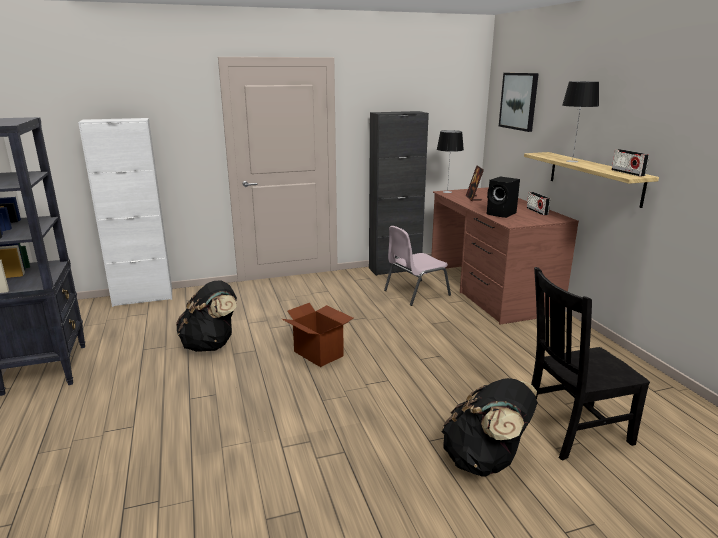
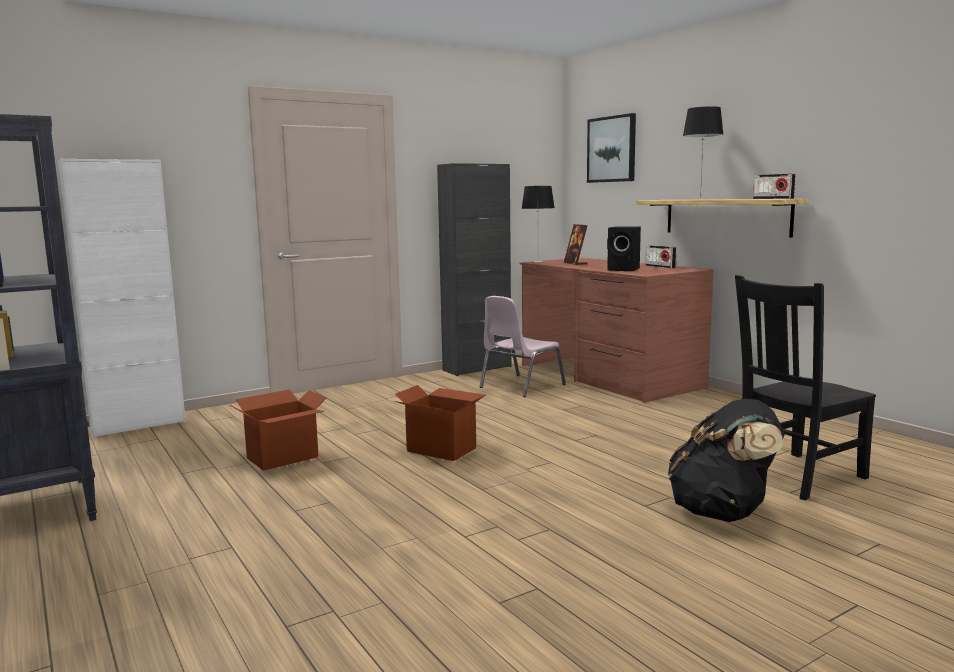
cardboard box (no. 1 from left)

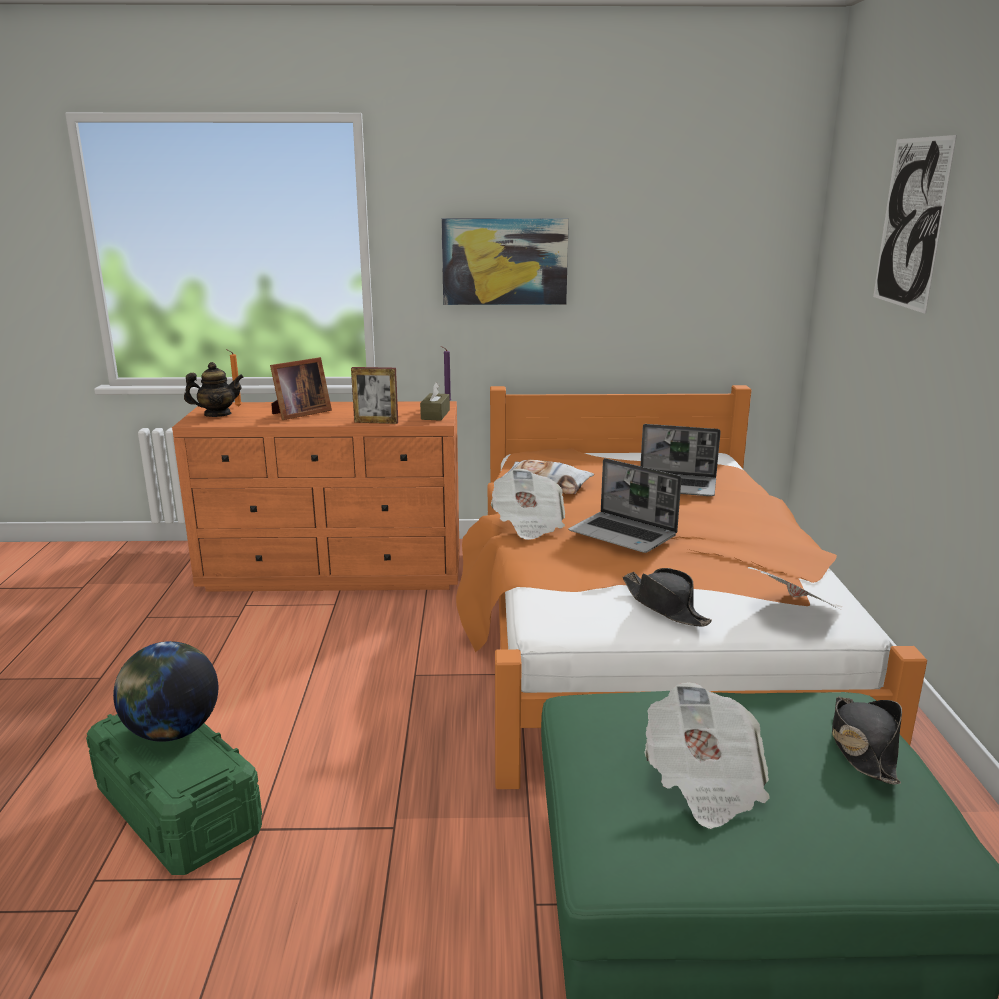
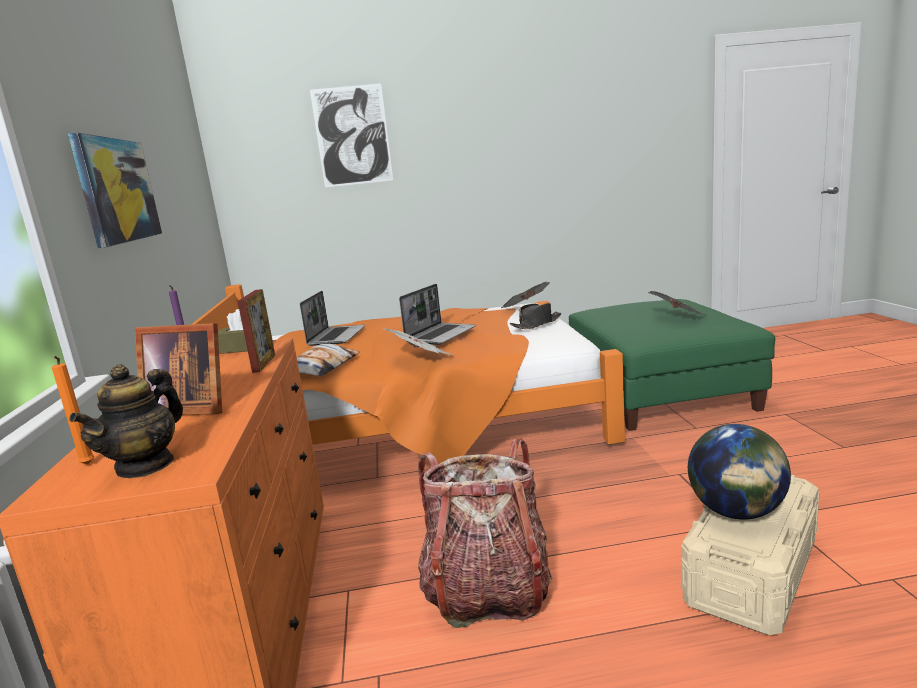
beige storage box
teapot
picture frame (no. 1 from left)
black hat (no. 2 from left in the first image)
backpack

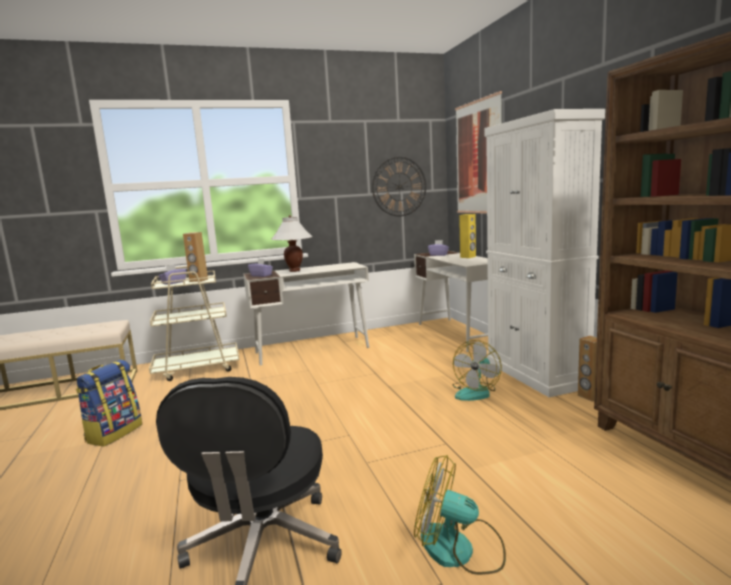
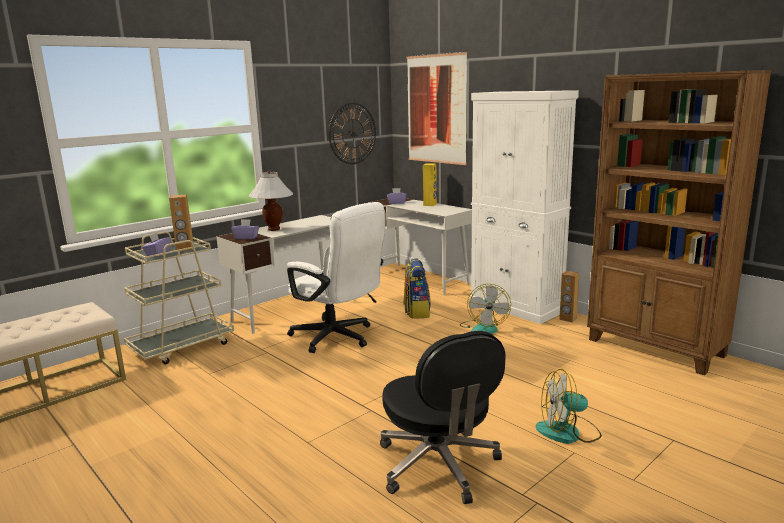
backpack
white office chair

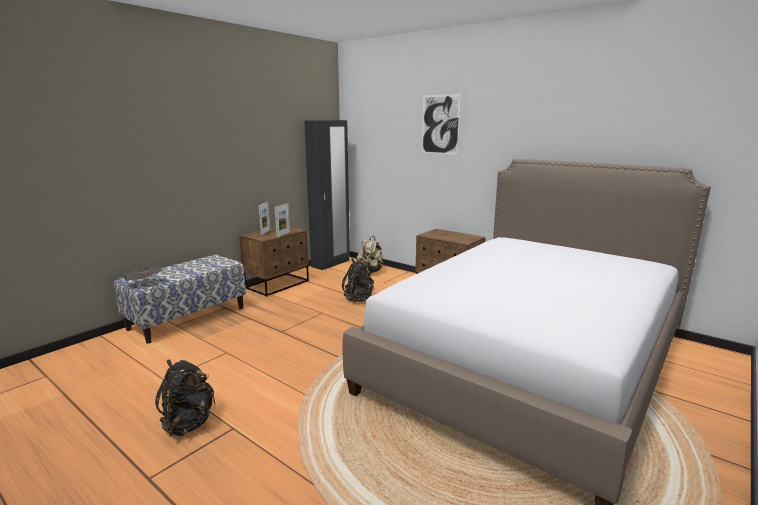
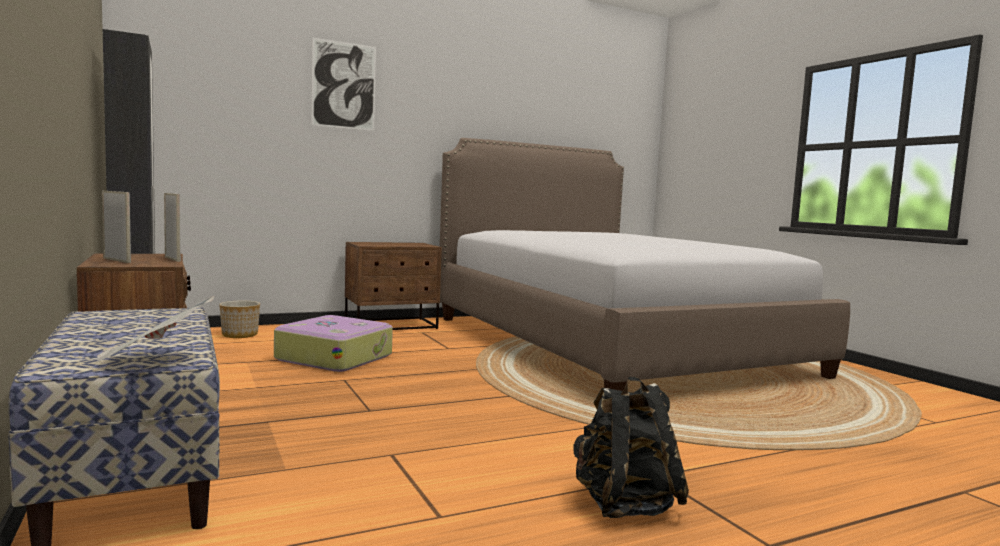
suitcase
planter

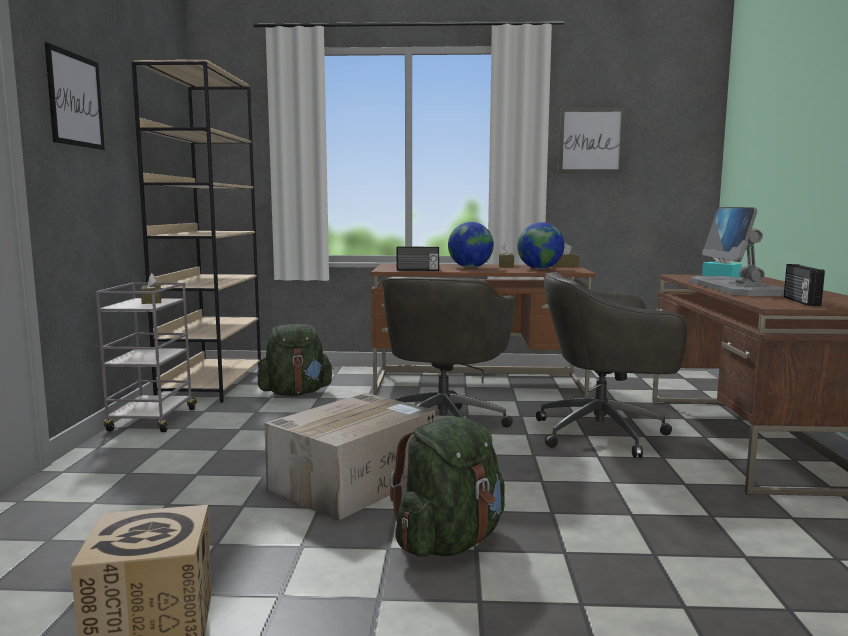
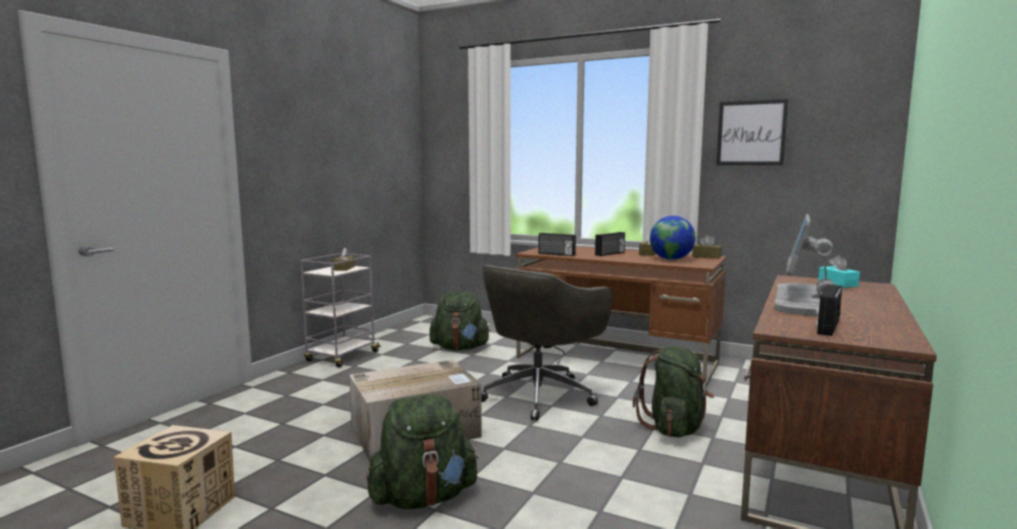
picture (no. 1 from left in the first image)
beige bookcase
radio (no. 2 from left)
green backpack (no. 3 from left)

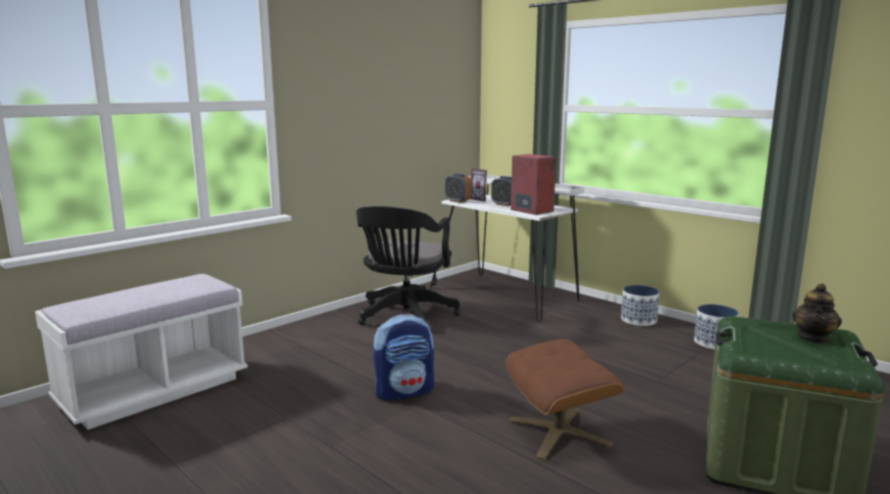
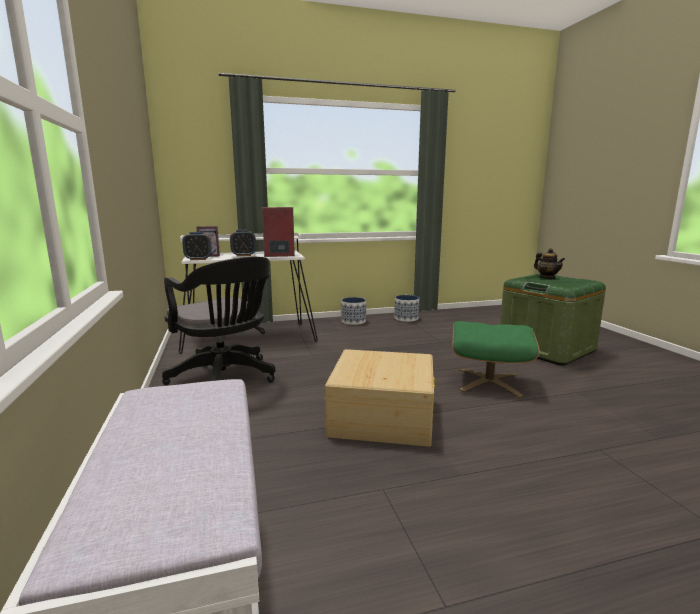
beige storage box
green ottoman

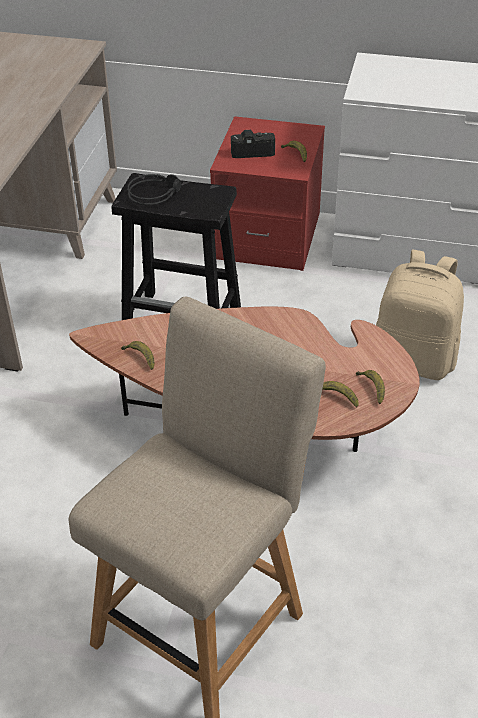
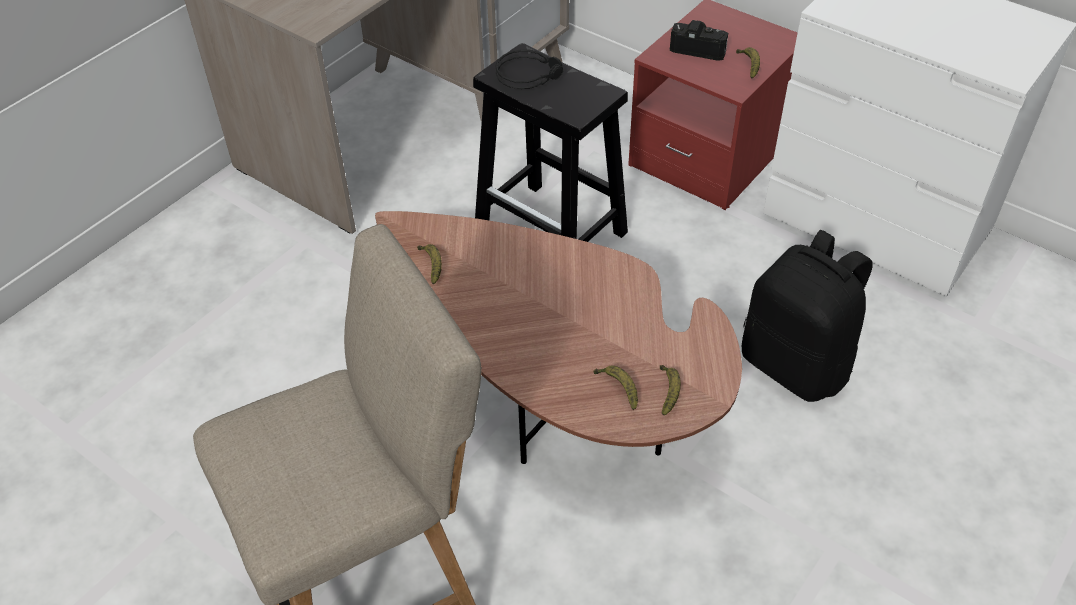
black backpack

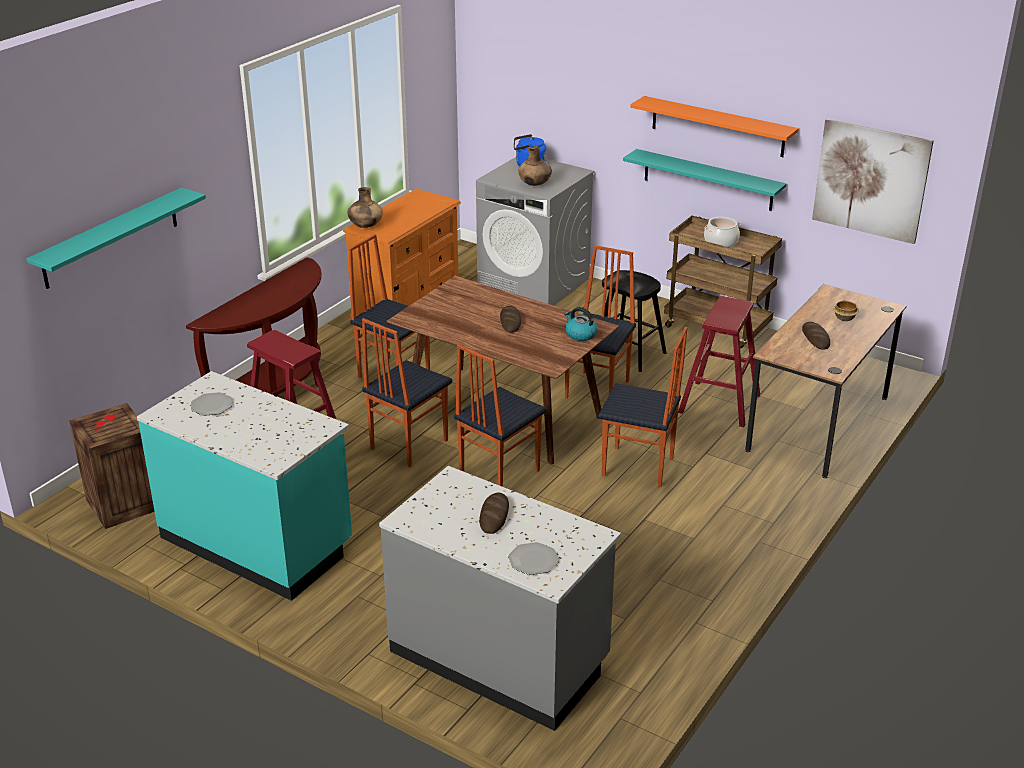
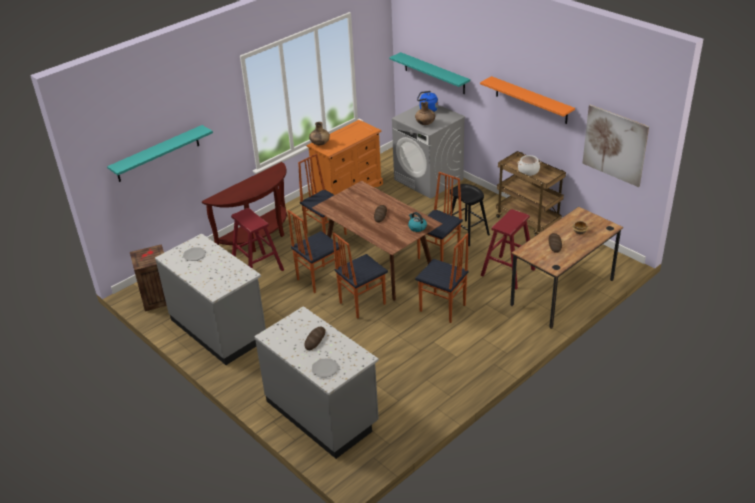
grey counter (no. 1 from left)
turquoise shelf (no. 2 from left)

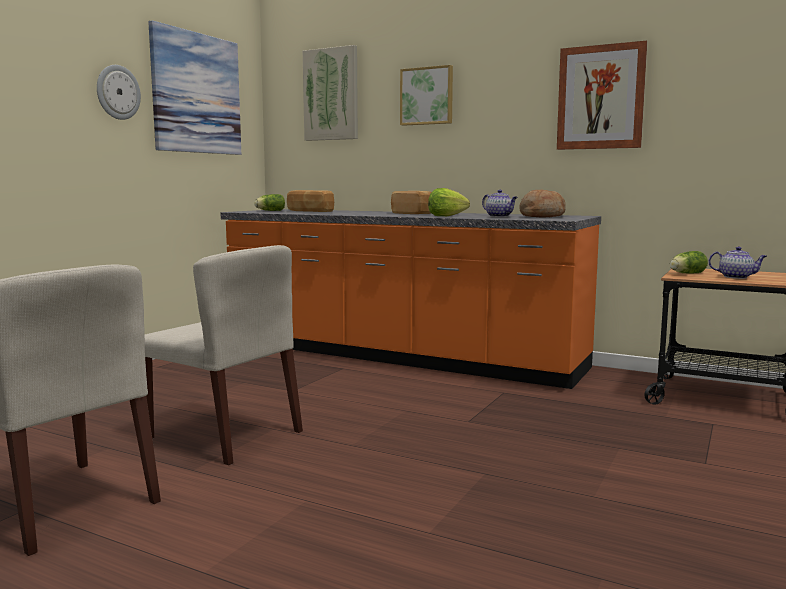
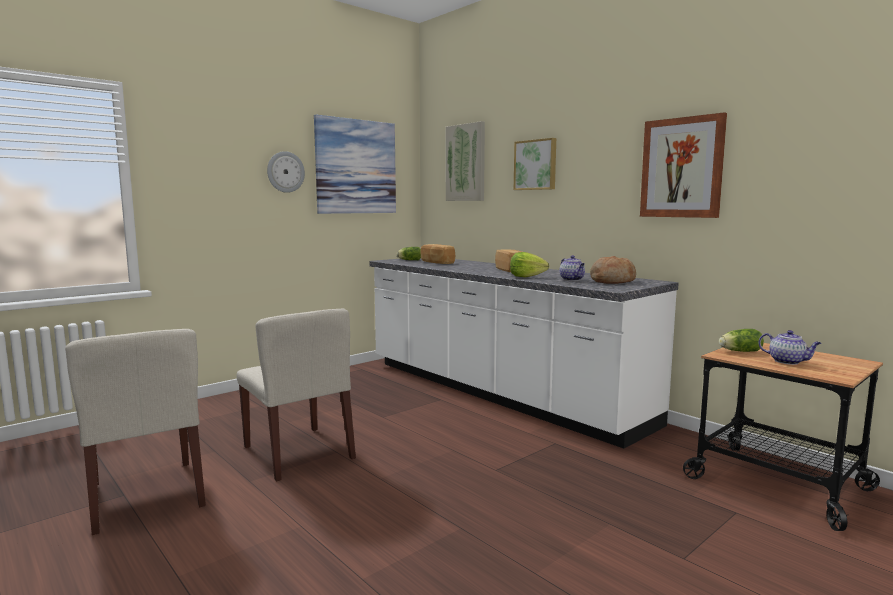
white counter

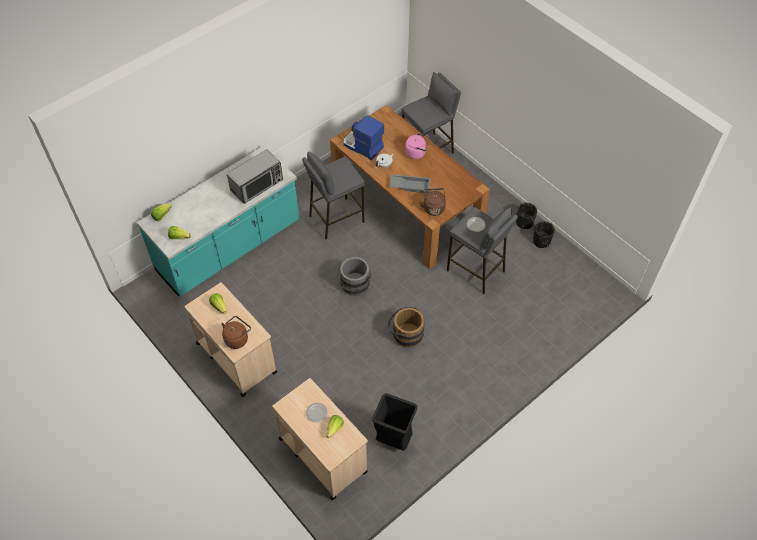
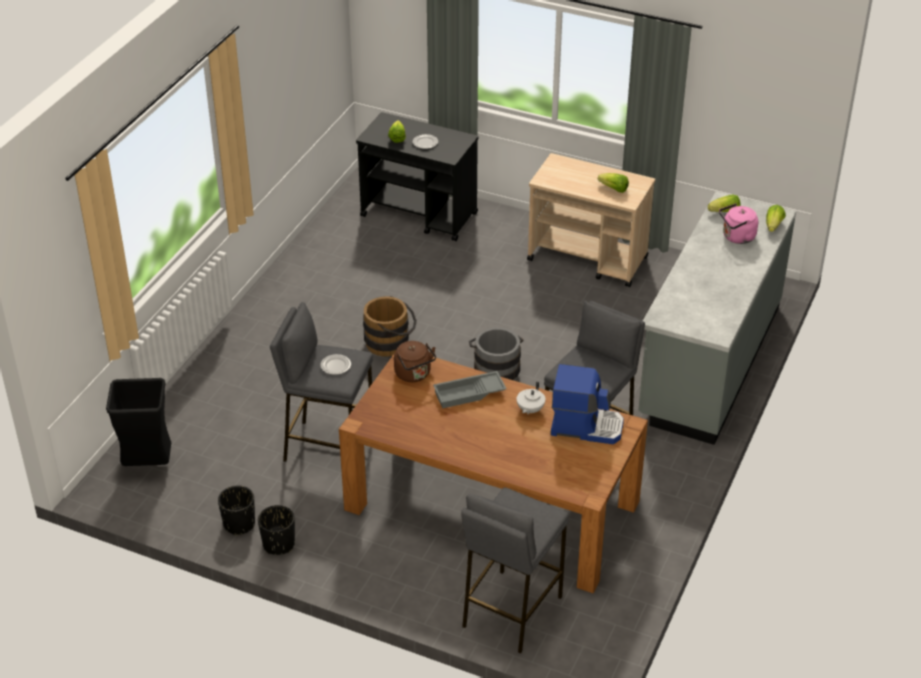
grey counter
brown kettle (no. 1 from left in the first image)
microwave
black cart
black trash can
pink kettle

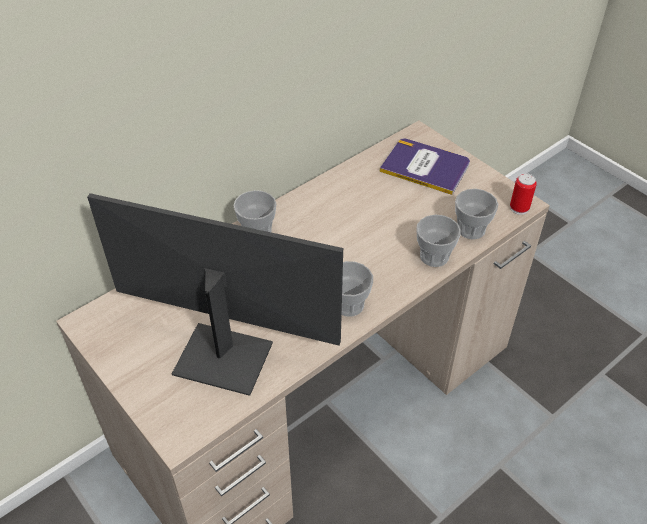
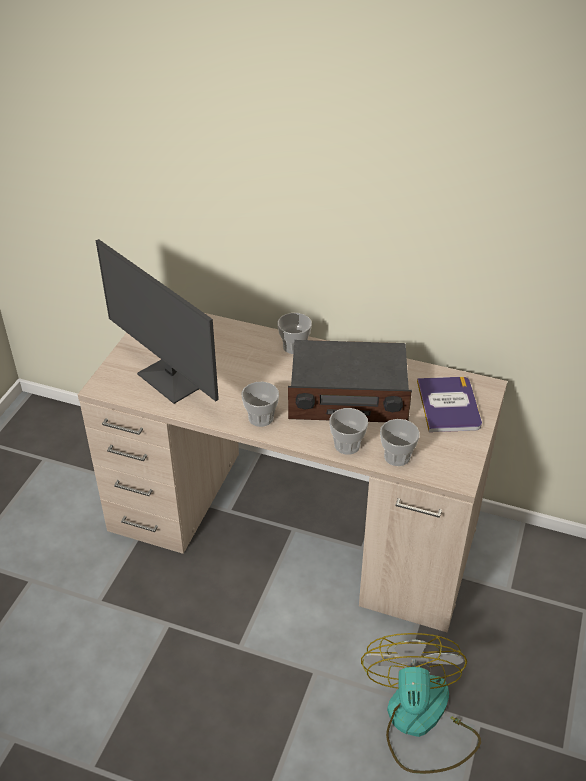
monitor
can
radio
fan

